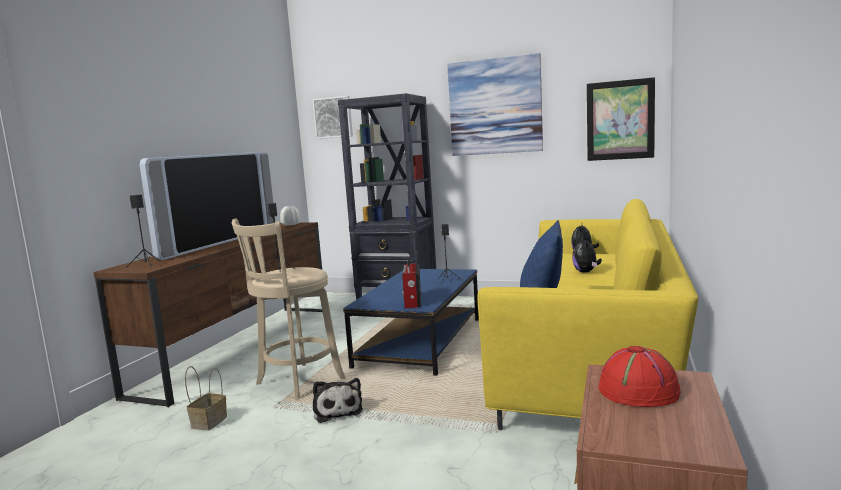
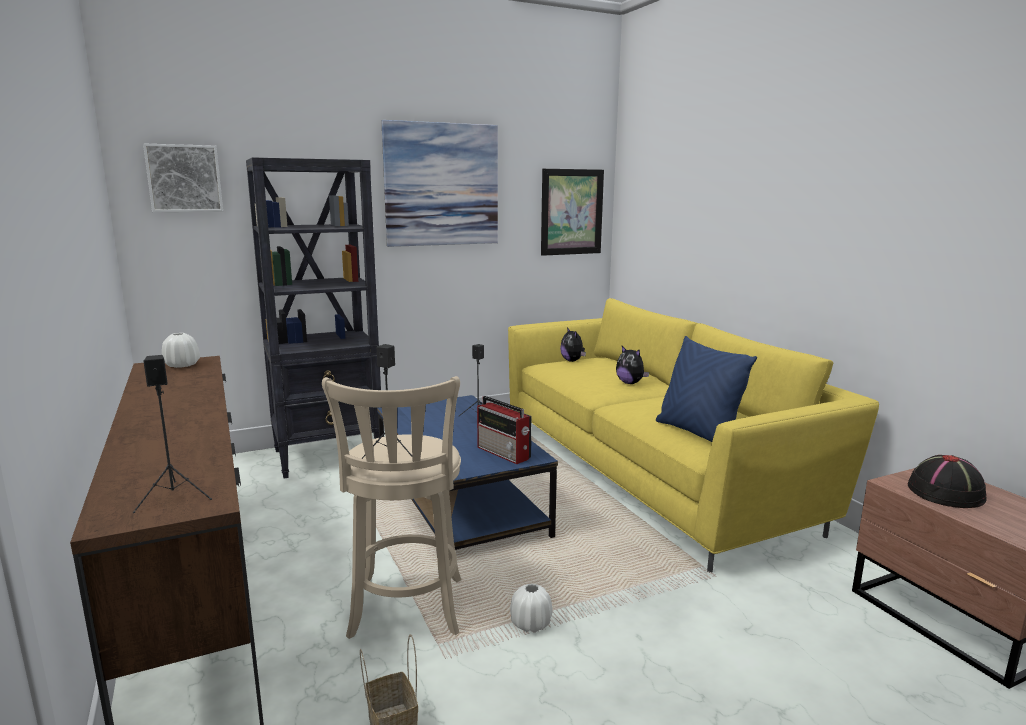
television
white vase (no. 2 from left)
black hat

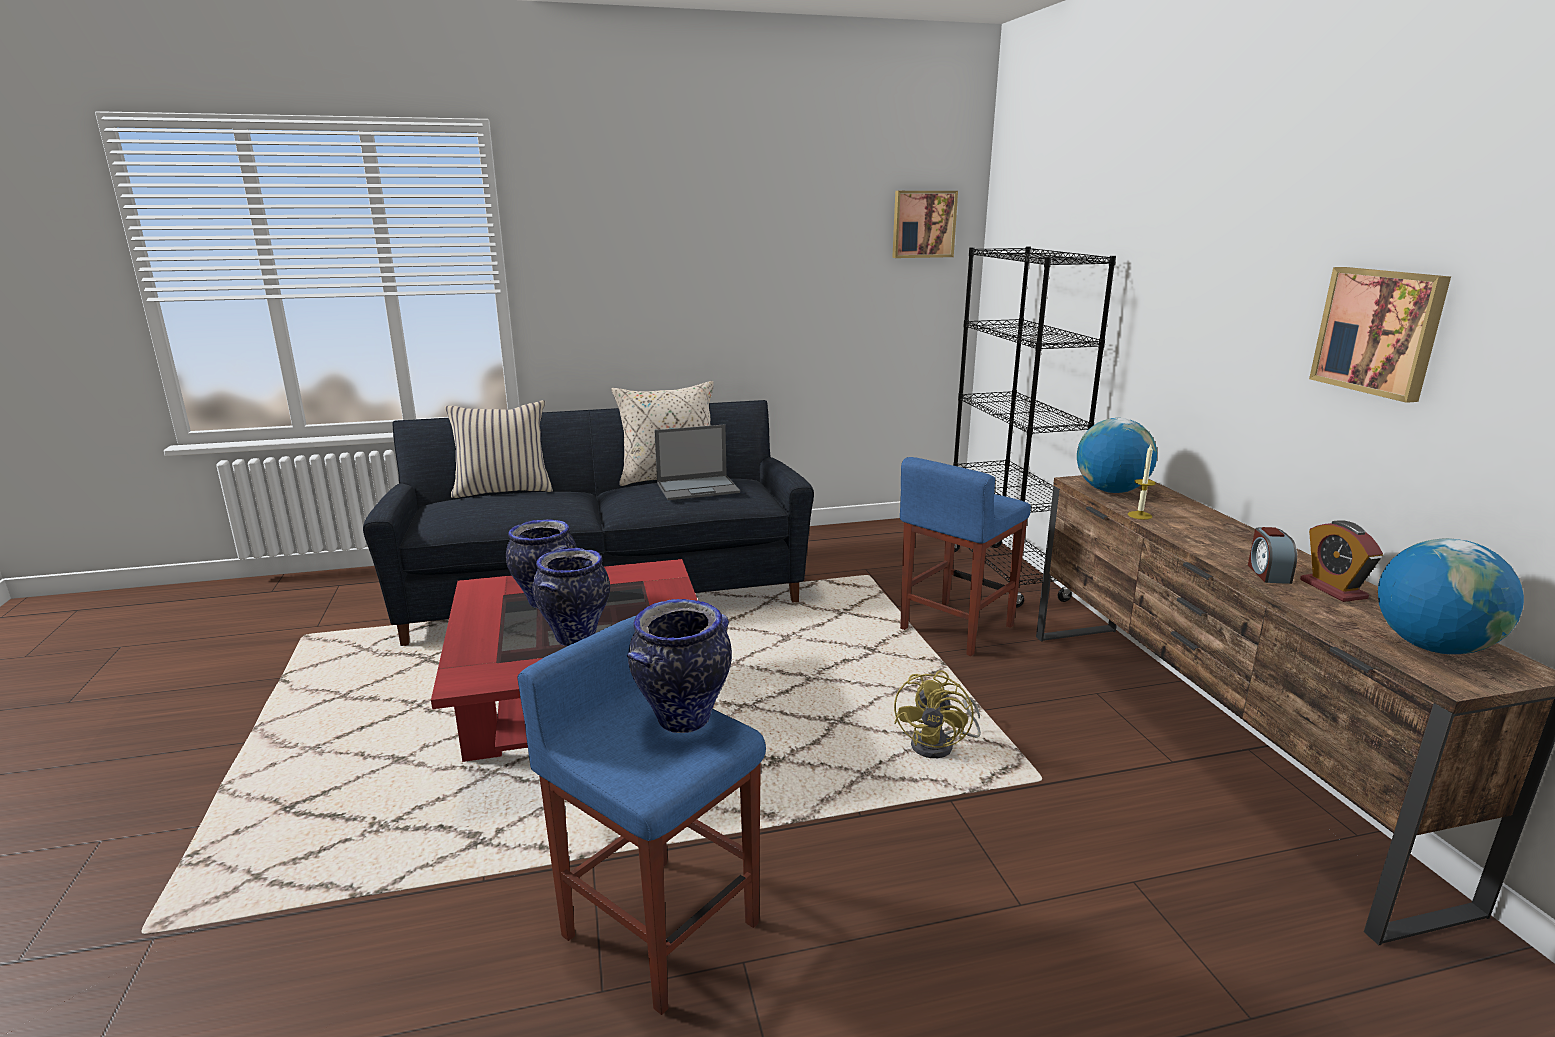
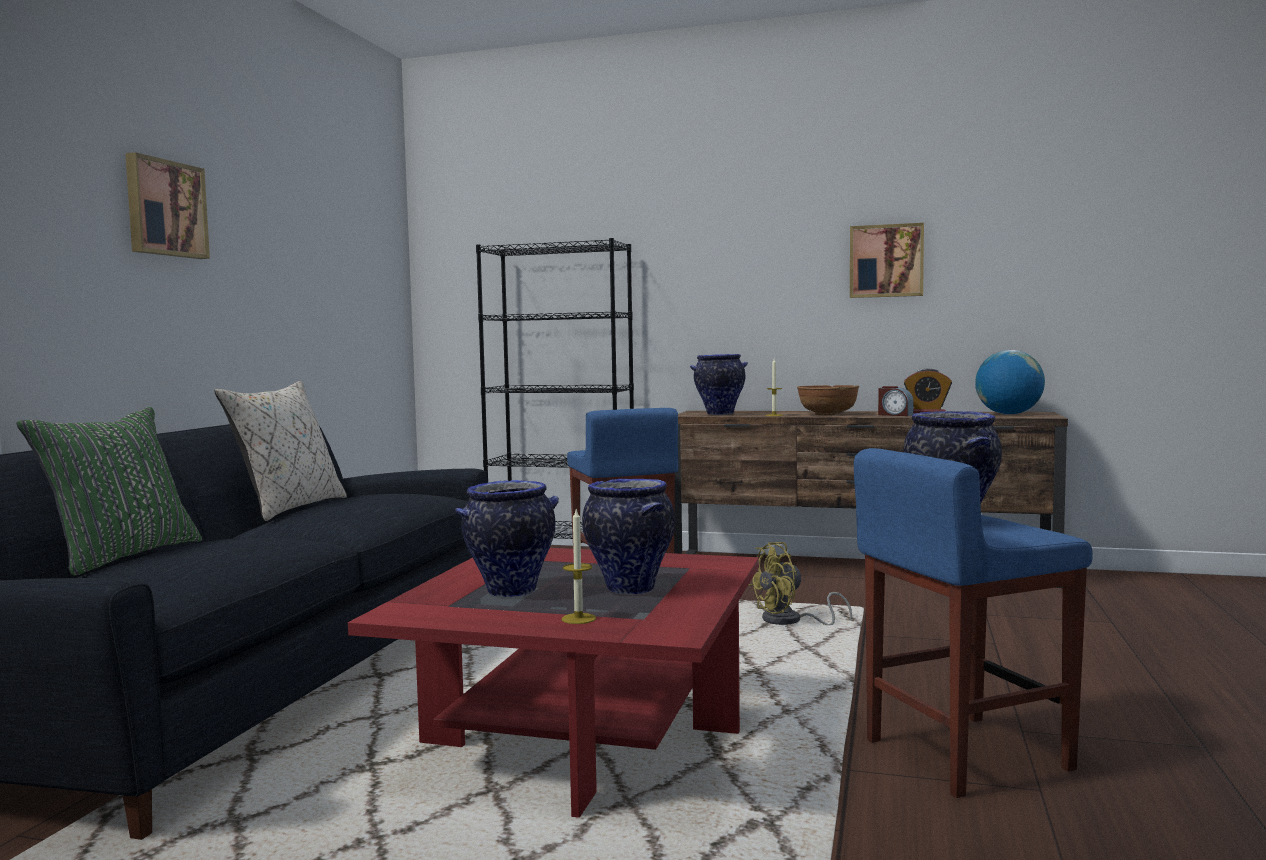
green pillow
laptop
picture (no. 1 from left)
yellow fan
vase (no. 3 from left)
candle (no. 1 from left)
brown bowl

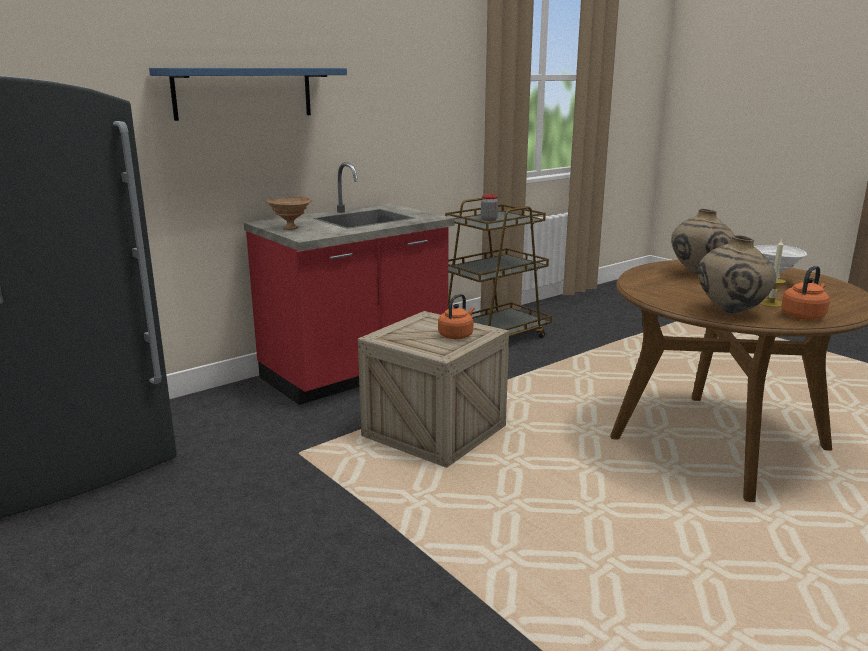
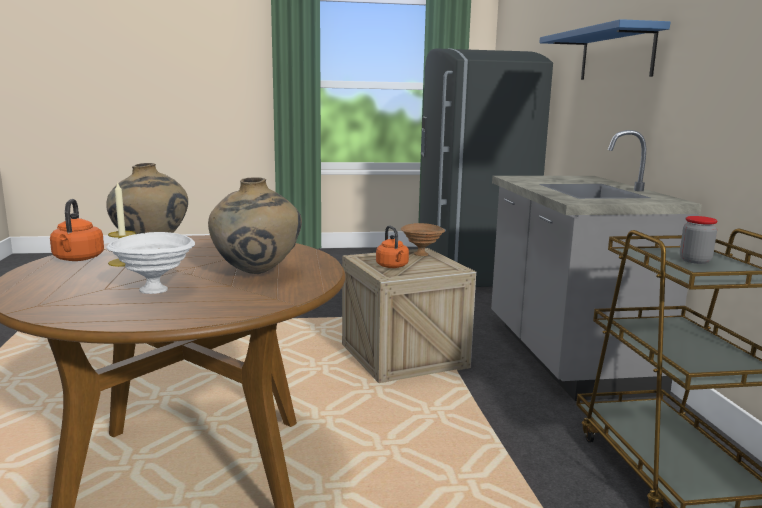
grey counter
brown bowl

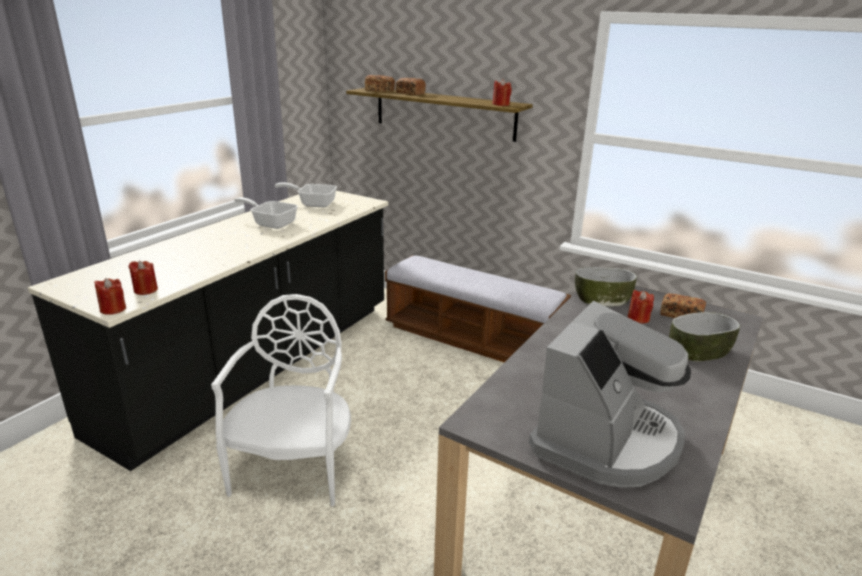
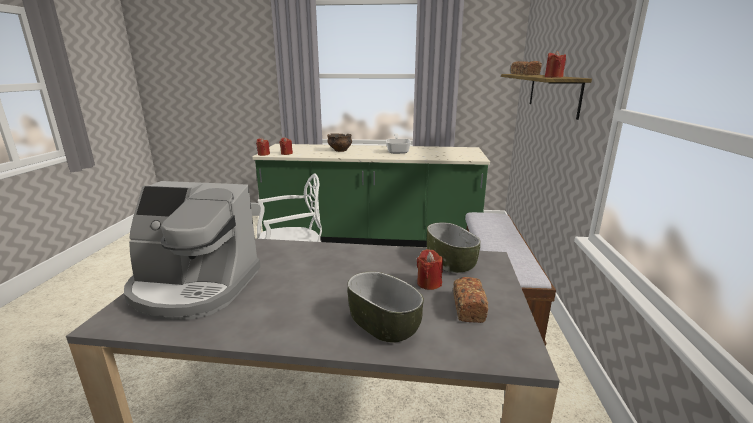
green counter
frying pan (no. 2 from left in the first image)
bowl (no. 1 from left)

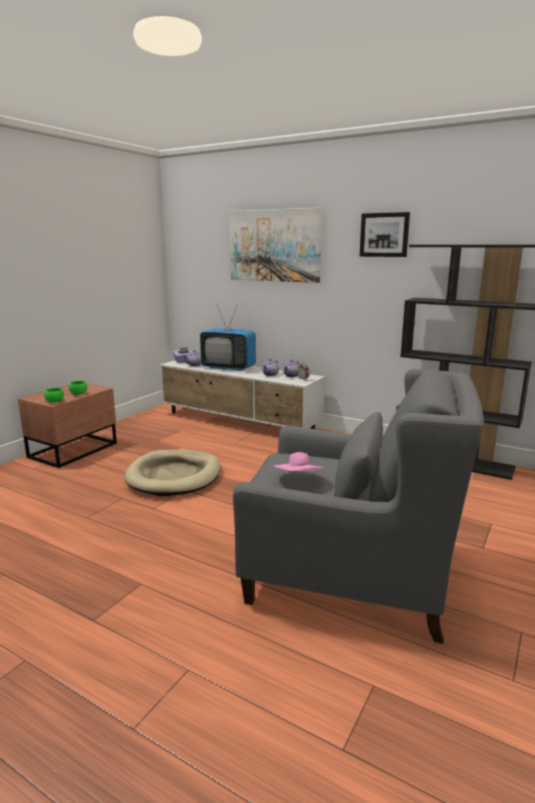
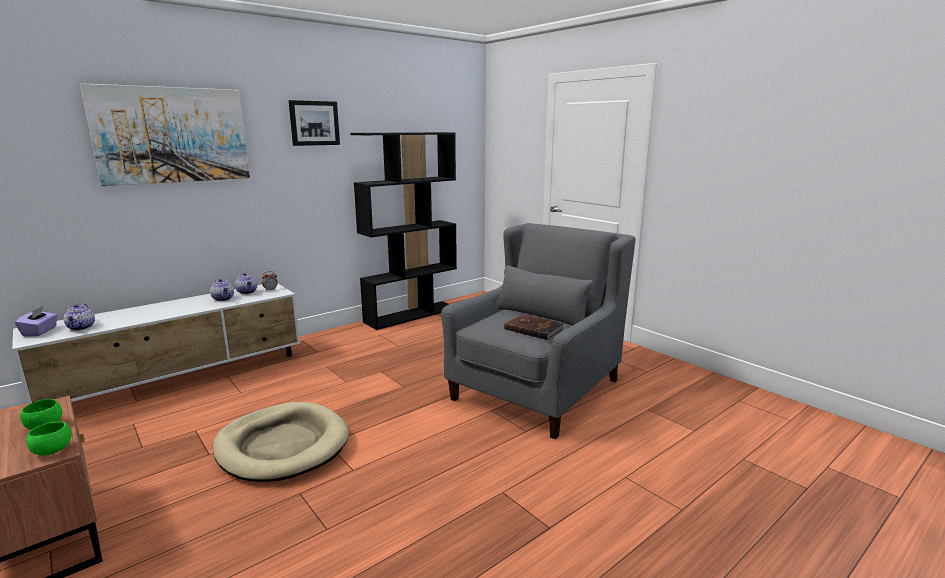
television
brown book

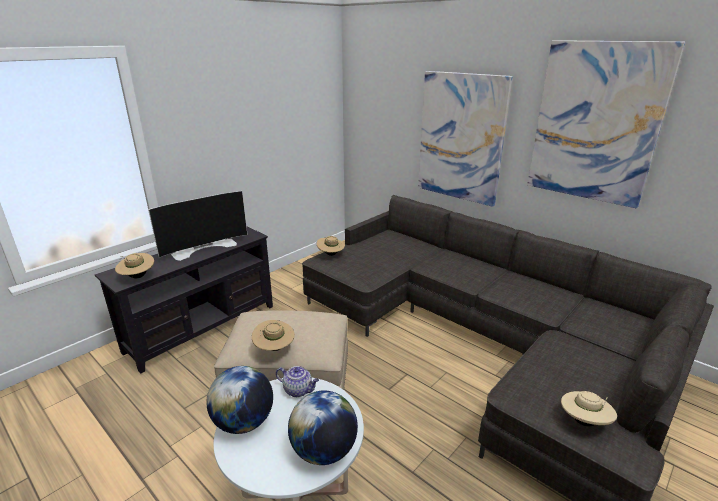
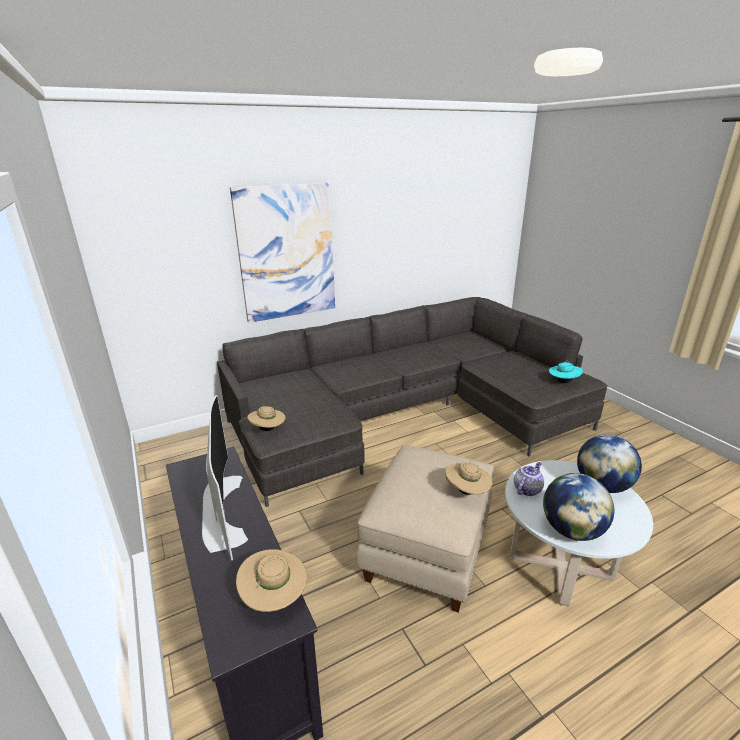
picture (no. 2 from left in the first image)
turquoise hat

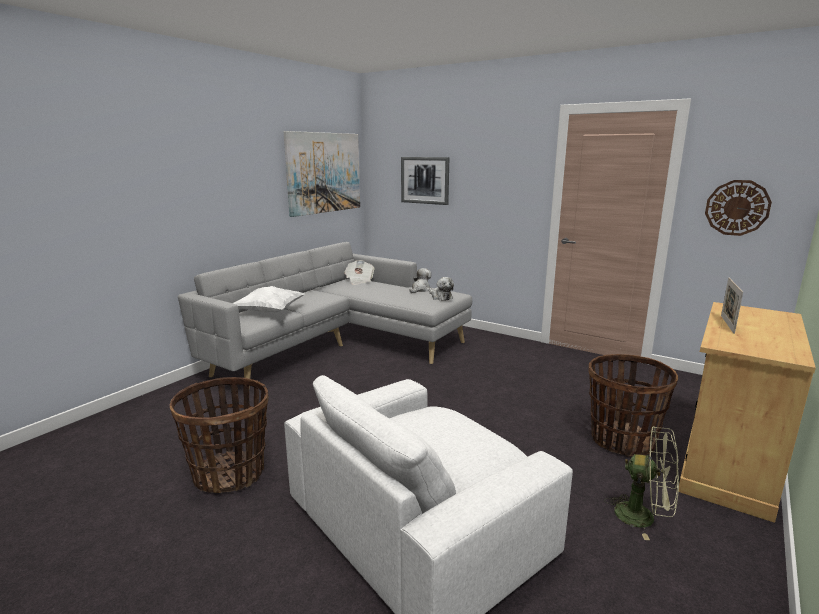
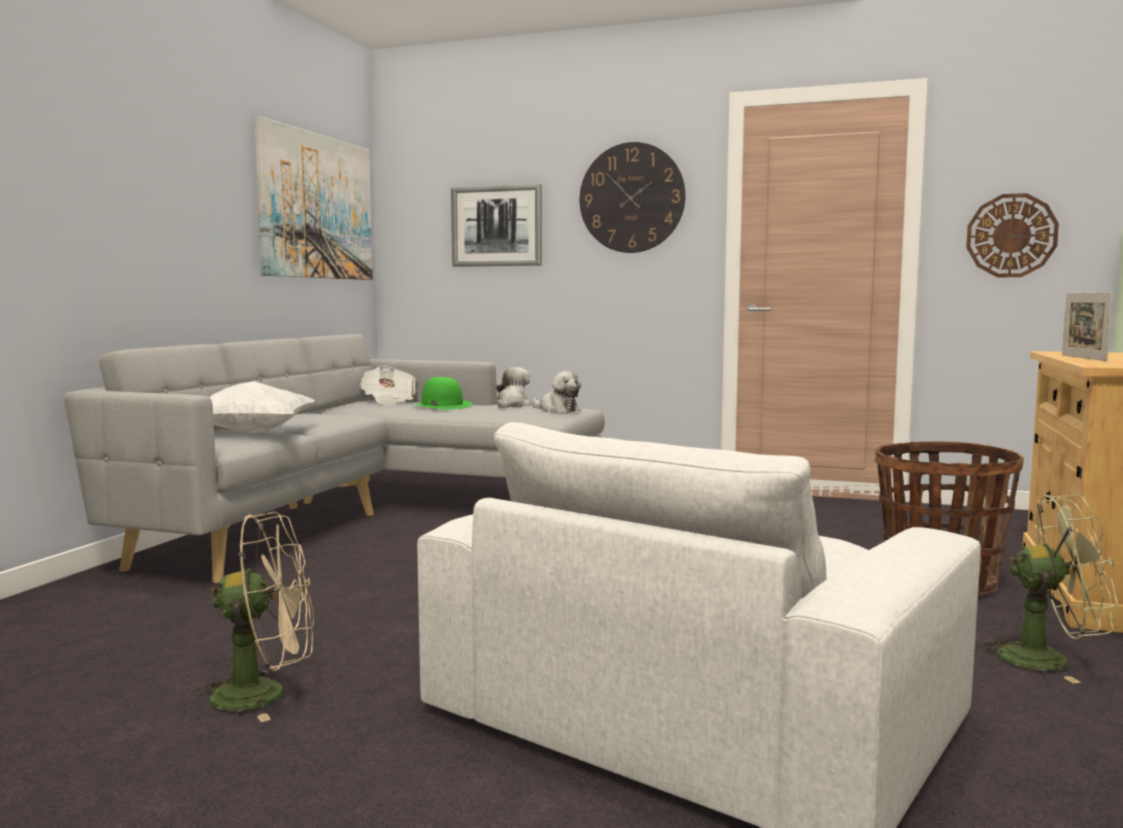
beige fan
green hat
wall clock (no. 1 from left)

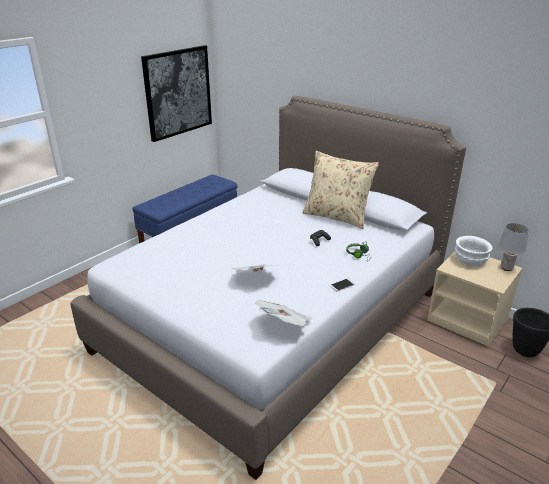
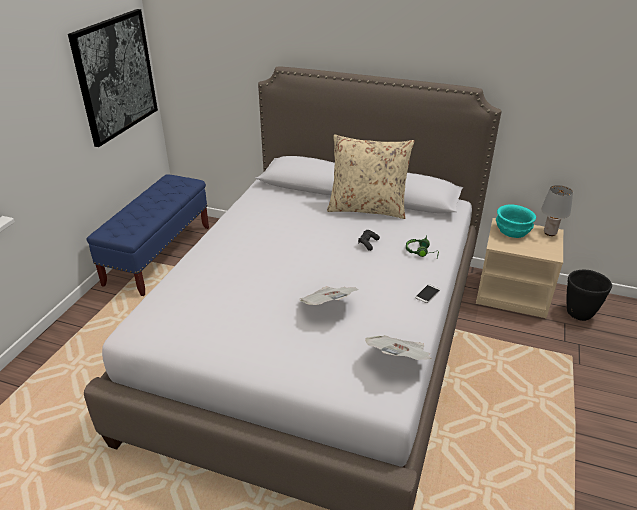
turquoise bowl

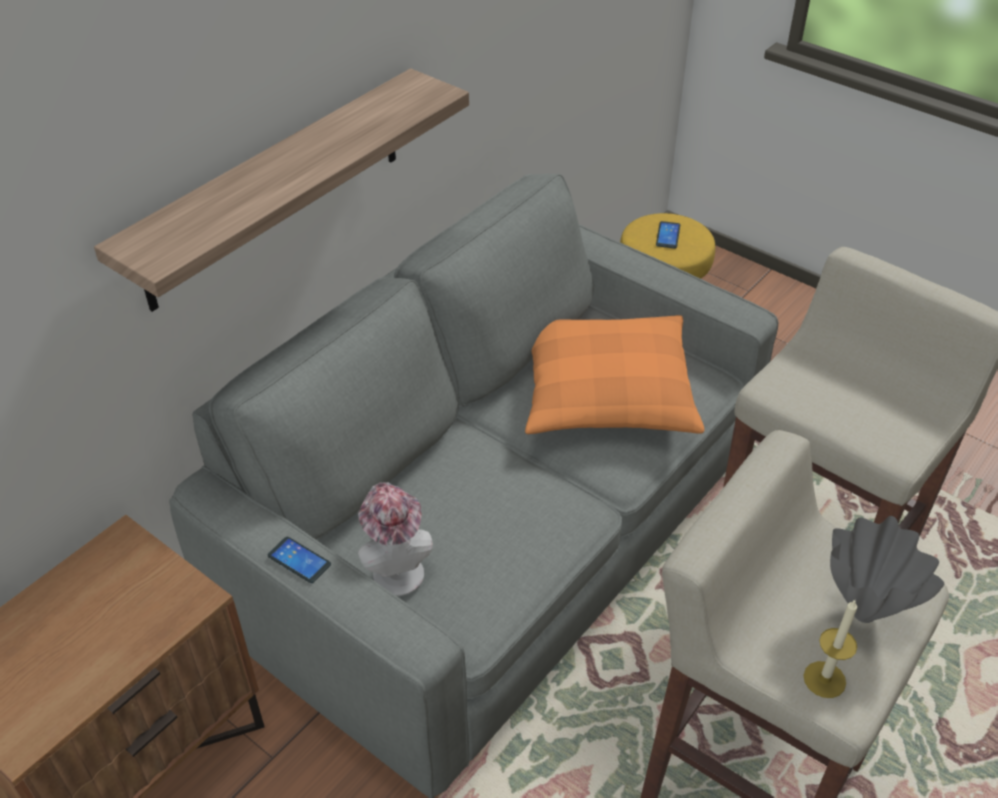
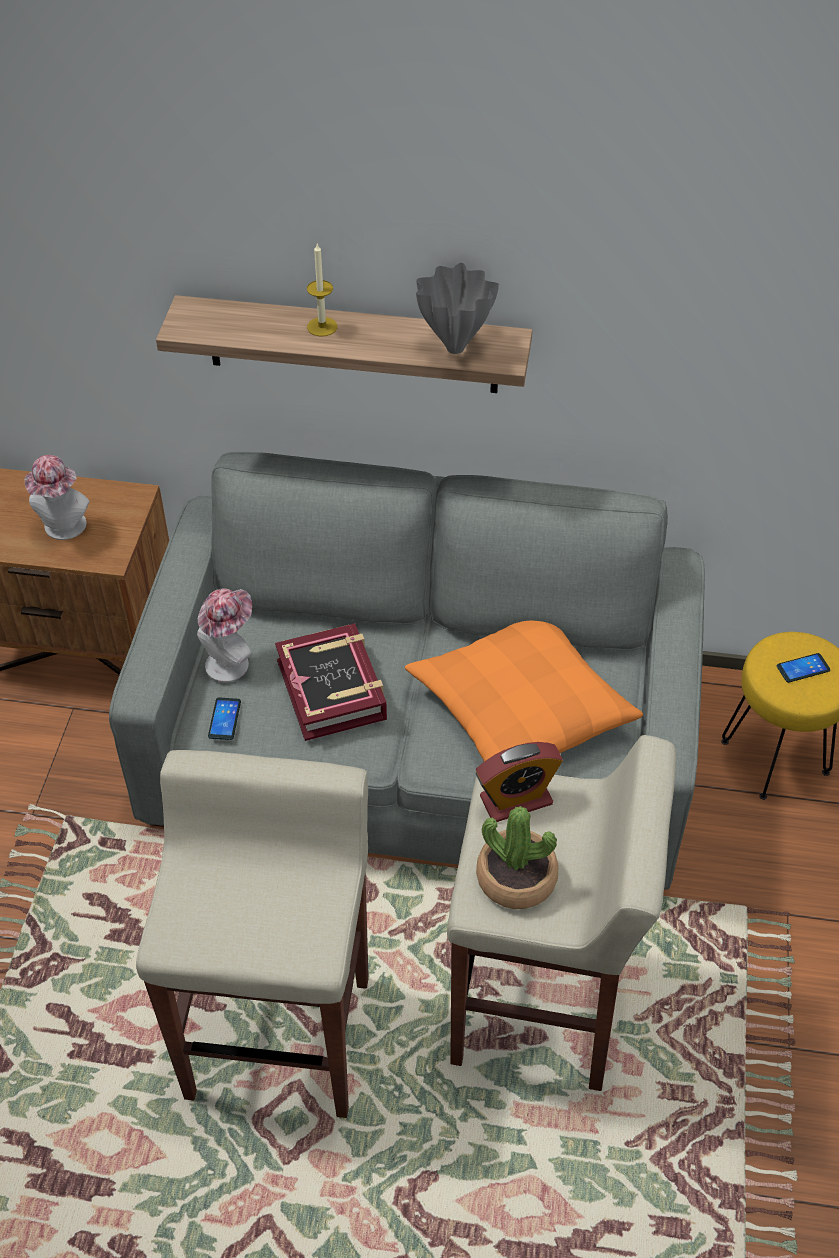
phone (no. 1 from left)
candle
grey vase
hat (no. 1 from left)
book
alarm clock
potted plant

